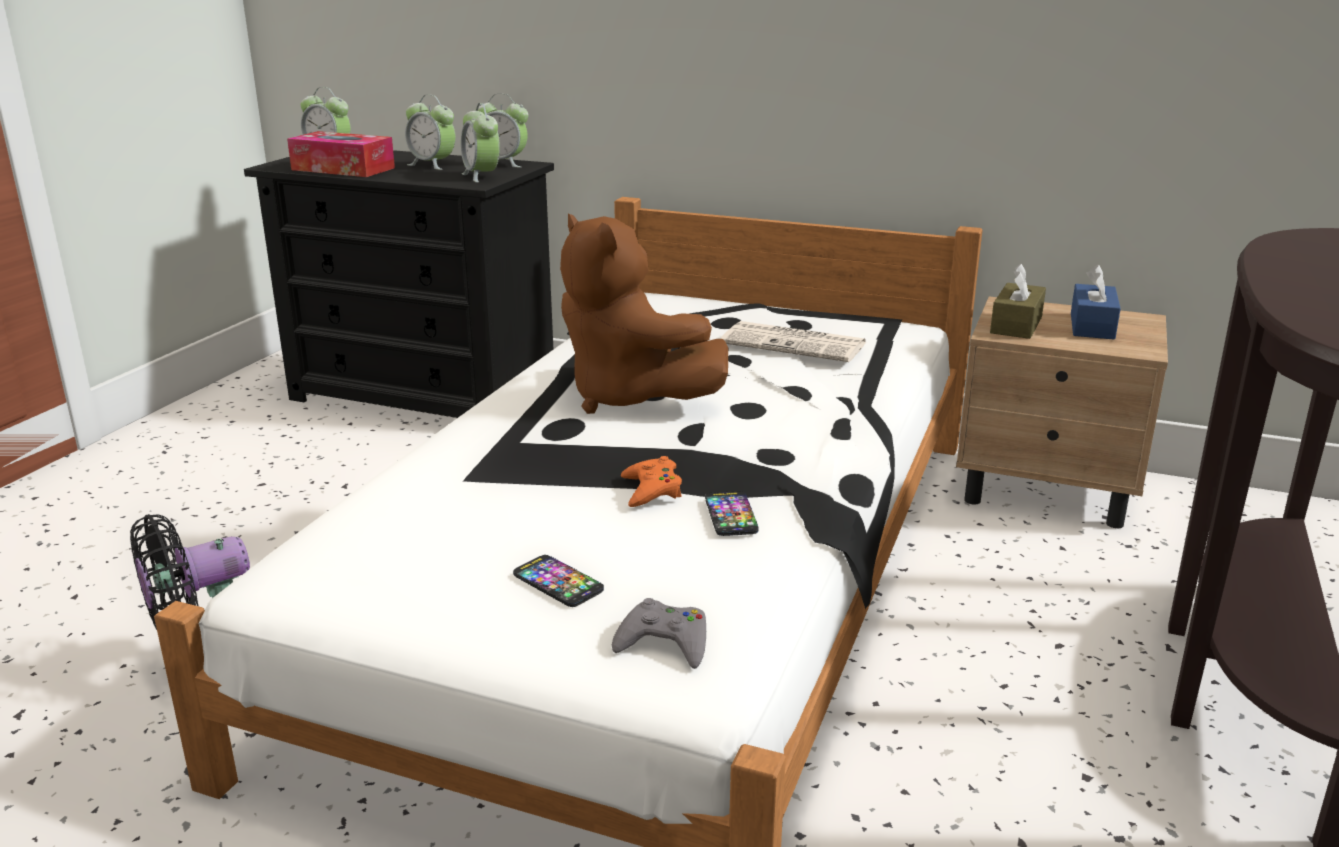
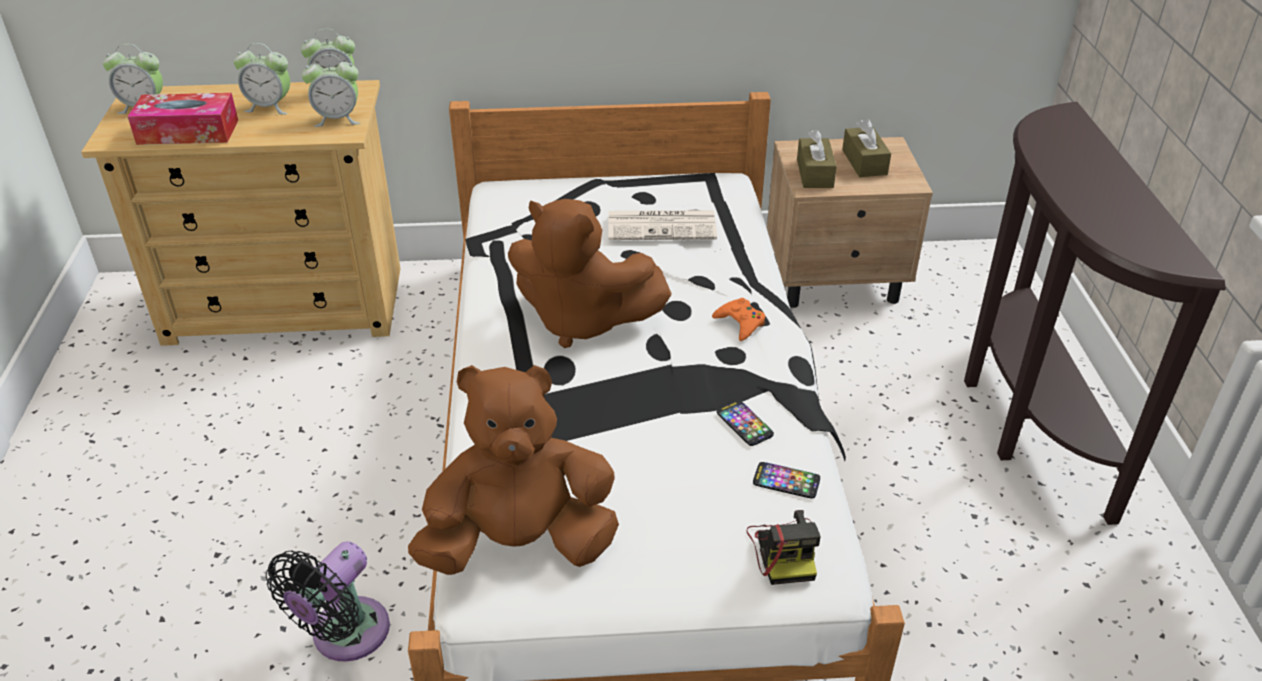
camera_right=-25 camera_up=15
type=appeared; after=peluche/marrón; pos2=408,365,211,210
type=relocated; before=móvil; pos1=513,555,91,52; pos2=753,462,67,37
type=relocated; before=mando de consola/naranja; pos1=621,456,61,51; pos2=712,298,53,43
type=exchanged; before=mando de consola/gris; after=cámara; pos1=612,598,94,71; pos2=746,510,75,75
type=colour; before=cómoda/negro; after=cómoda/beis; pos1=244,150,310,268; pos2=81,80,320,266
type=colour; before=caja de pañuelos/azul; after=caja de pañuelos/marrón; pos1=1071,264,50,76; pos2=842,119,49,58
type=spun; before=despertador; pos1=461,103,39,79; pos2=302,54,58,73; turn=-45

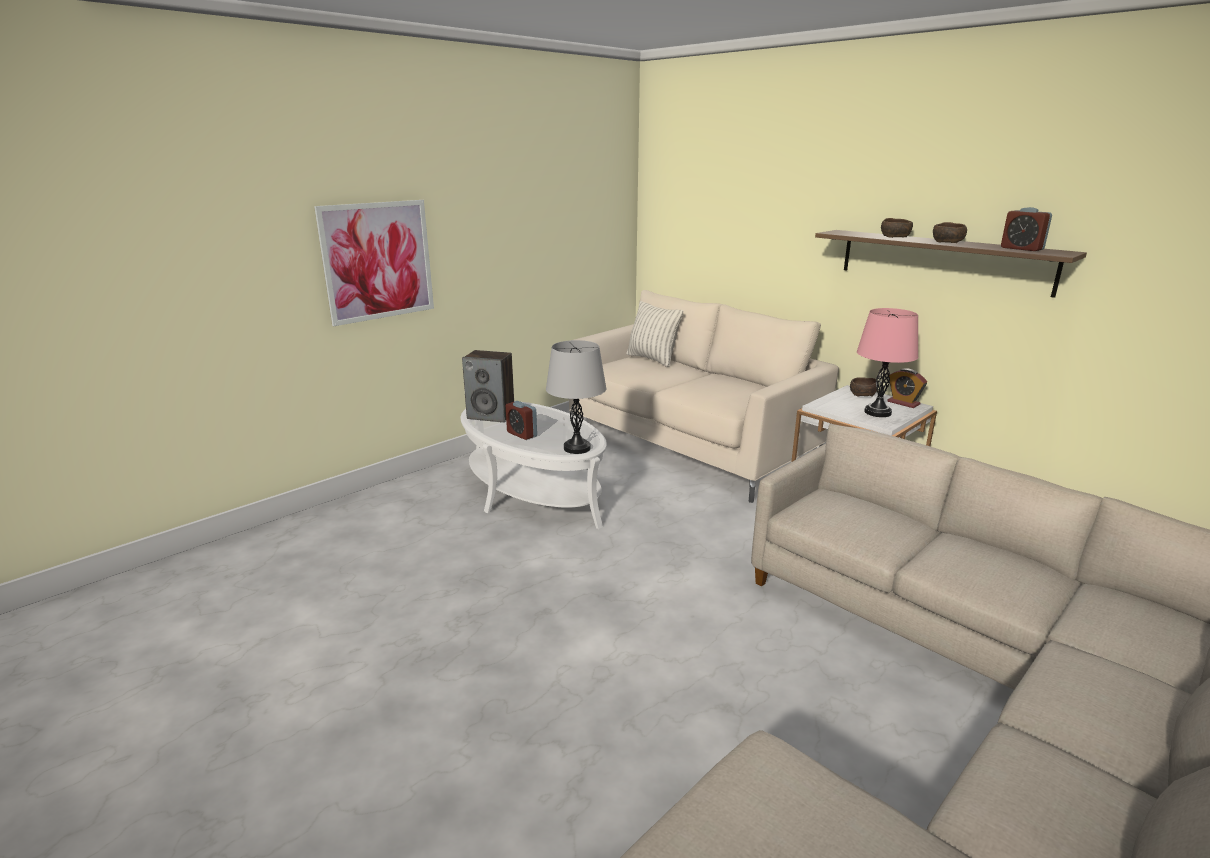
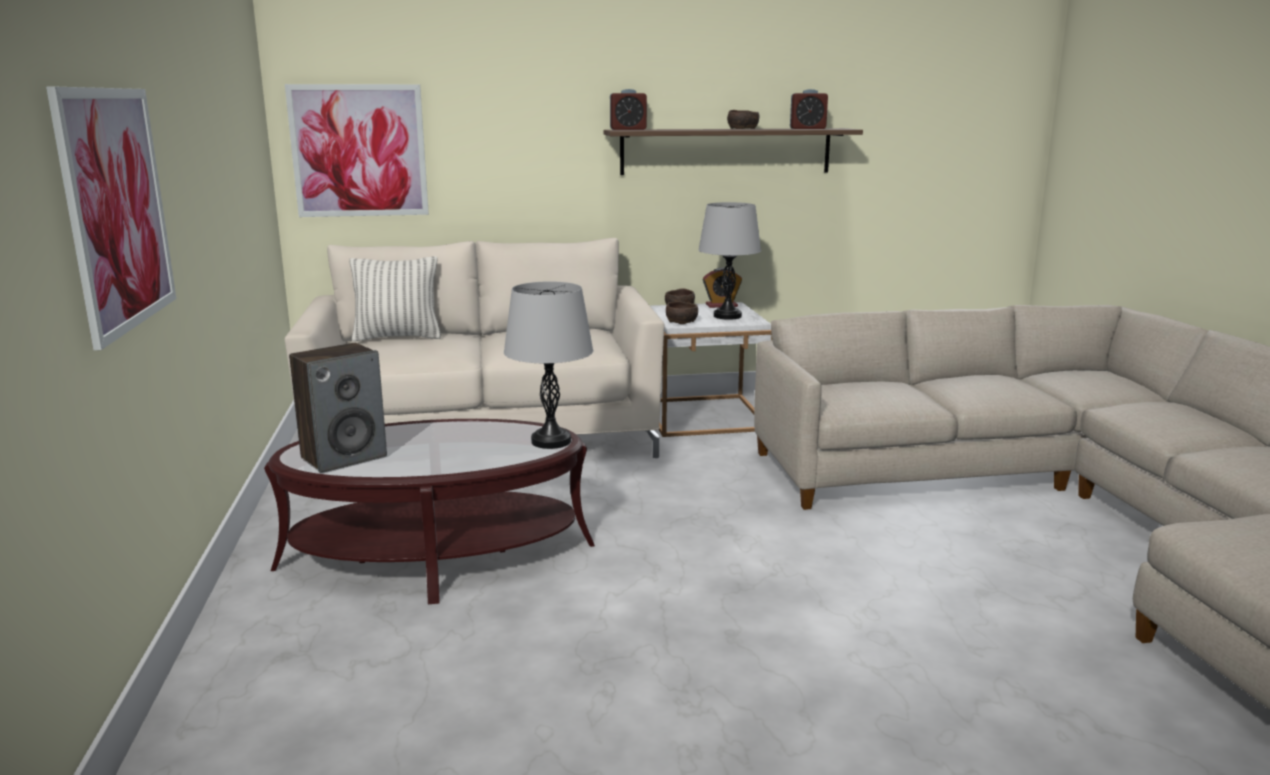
camera_right=-55 camera_up=-5
type=appeared; after=cuadro; pos2=285,84,144,133
type=relocated; before=despertador; pos1=506,401,31,39; pos2=610,89,37,41
type=relocated; before=cuenco/marrón; pos1=881,218,32,20; pos2=666,301,32,23
type=colour; before=mesa de centro/blanco; after=mesa de centro/marrón; pos1=461,402,146,127; pos2=264,419,331,185
type=colour; before=lámpara de mesa/rosa; after=lámpara de mesa/gris; pos1=857,308,62,109; pos2=698,202,63,118

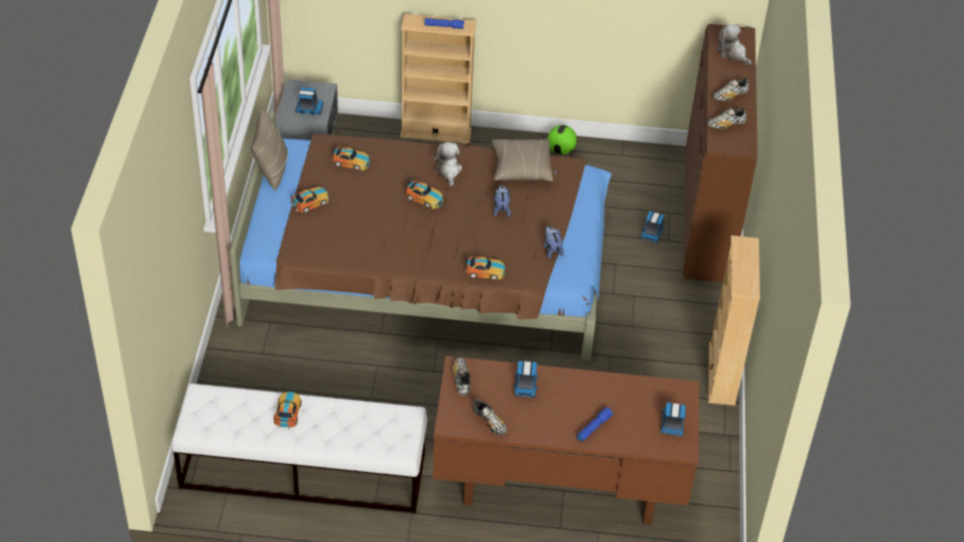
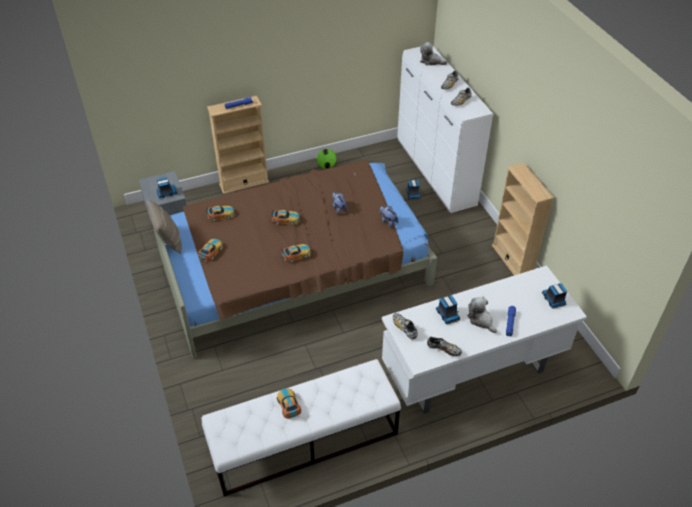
camera_right=-25 camera_up=0
type=missing; before=cojín/beis; pos1=492,139,61,42
type=relocated; before=peluche; pos1=433,142,29,45; pos2=467,296,30,37
type=relocated; before=coche de juguete; pos1=465,256,40,24; pos2=282,244,29,19
type=colour; before=escritorio/marrón; after=escritorio/blanco; pos1=433,356,267,169; pos2=382,265,205,149
type=colour; before=cómoda/marrón; after=cómoda/blanco; pos1=683,24,75,258; pos2=398,45,95,168

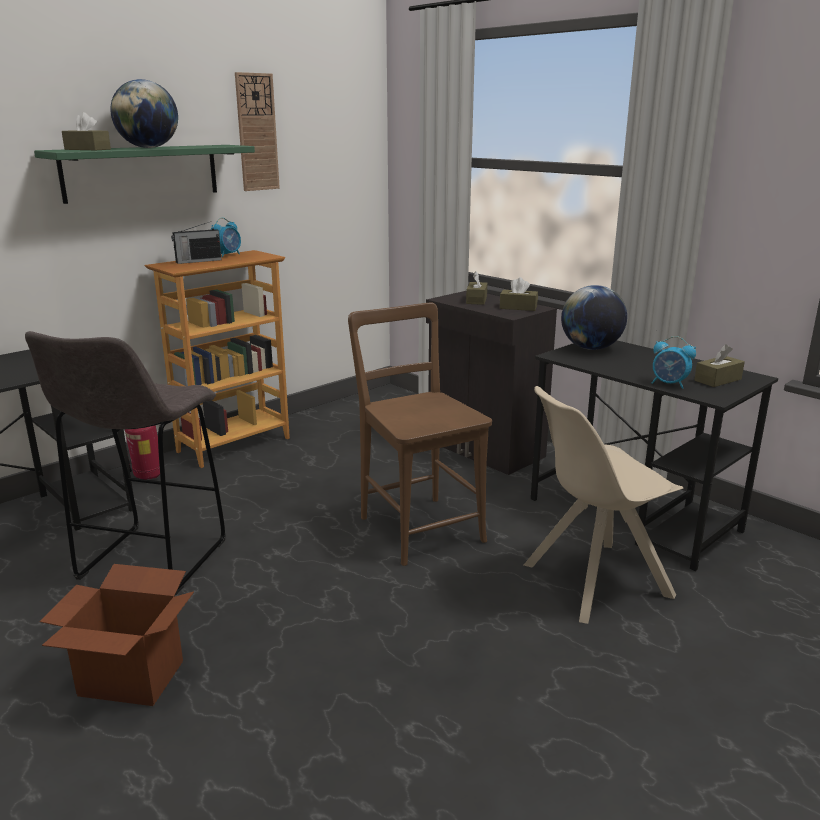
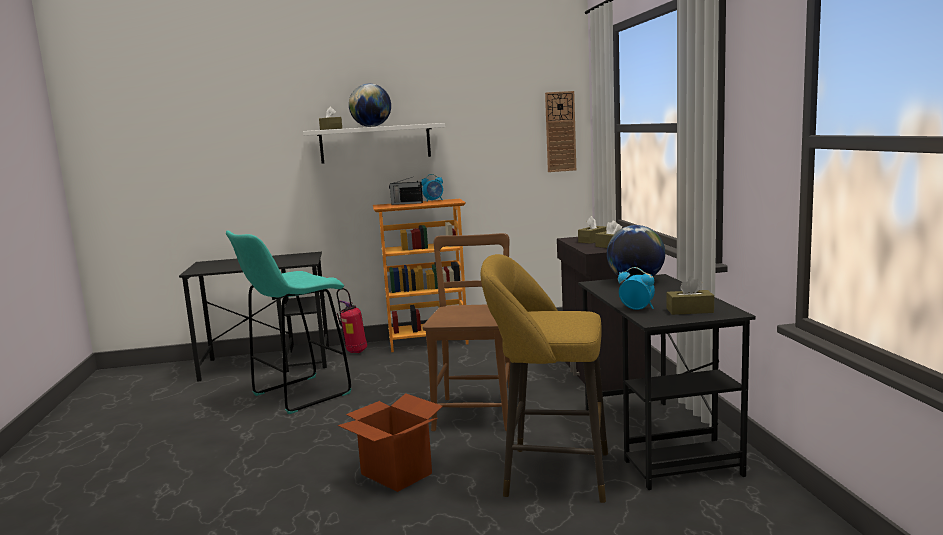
camera_right=35 camera_up=-10
type=relocated; before=caja de cartón; pos1=40,564,154,142; pos2=338,393,105,99
type=relocated; before=reloj de pared; pos1=235,72,45,119; pos2=545,91,31,81
type=exchanged; before=silla/beis; after=taburete/amarillo; pos1=524,386,160,238; pos2=481,254,127,249
type=colour; before=taburete/gris; after=taburete/turquesa; pos1=25,331,201,264; pos2=226,230,126,184
type=colour; before=estante/verde; after=estante/blanco; pos1=34,145,221,59; pos2=303,123,142,41
type=spun; before=despertador; pos1=652,336,44,53; pos2=618,267,37,43; turn=150

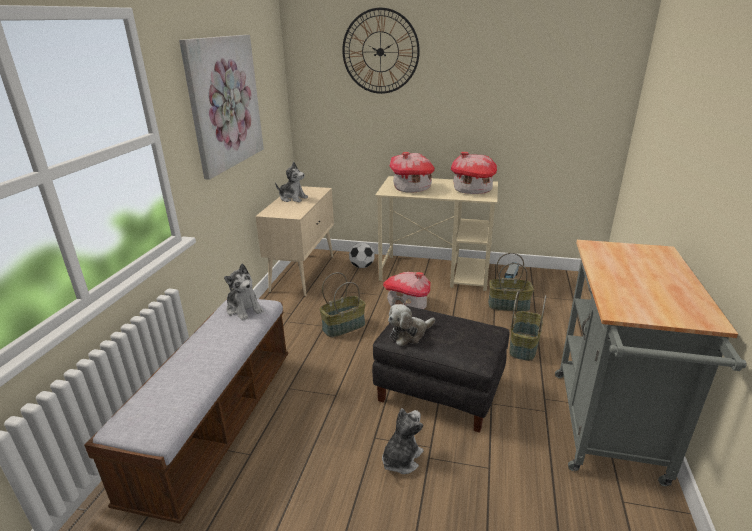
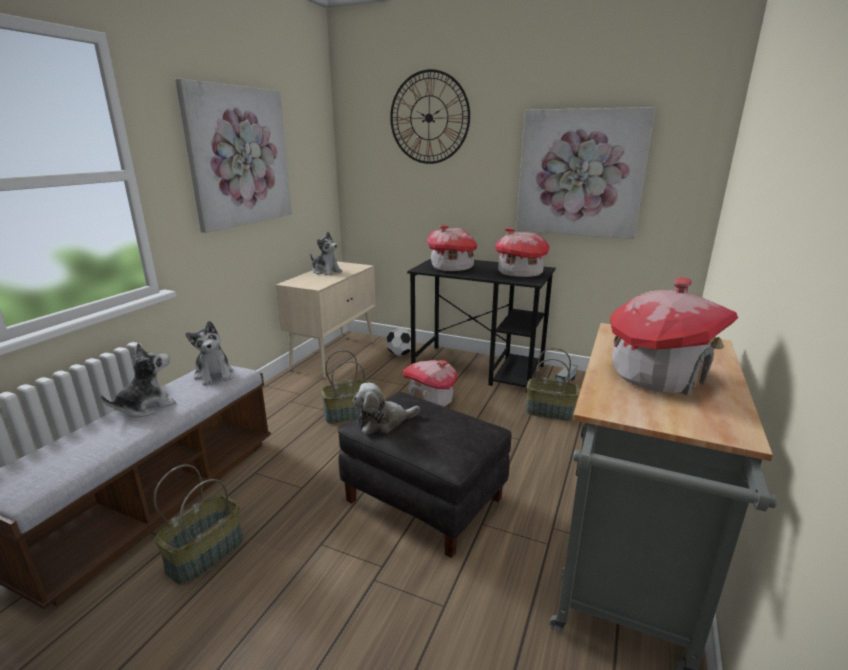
camera_right=10 camera_up=-5
type=appeared; after=cuadro; pos2=516,107,139,132
type=appeared; after=casita; pos2=610,277,128,118
type=relocated; before=peluche; pos1=382,408,42,66; pos2=101,343,75,74
type=relocated; before=cesta; pos1=509,291,37,70; pos2=154,464,90,121
type=colour; before=escritorio/beis; after=escritorio/negro; pos1=375,176,123,115; pos2=407,259,149,134

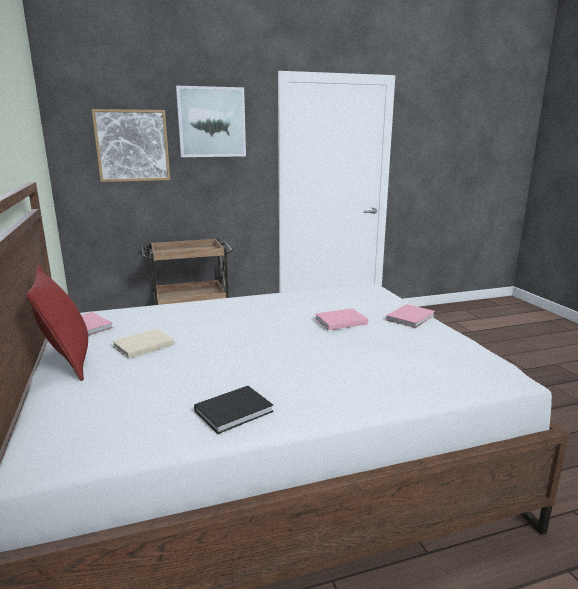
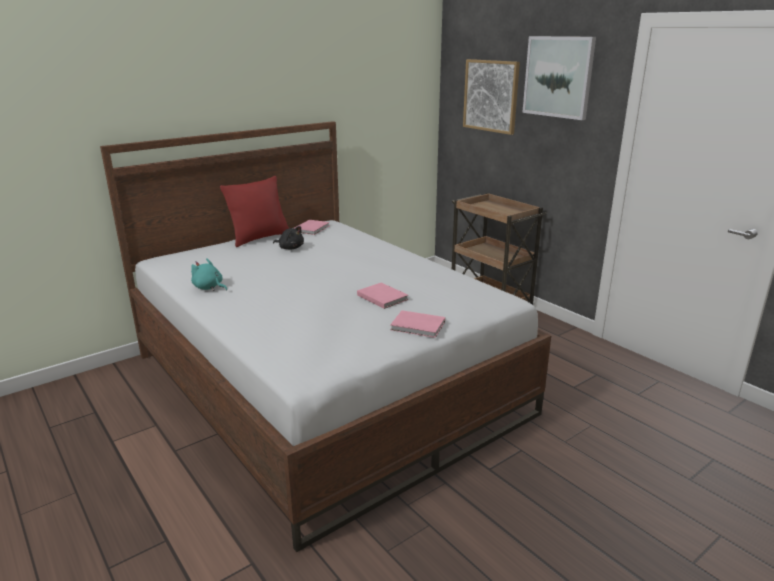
camera_right=70 camera_up=5
type=exchanged; before=libro/beis; after=peluche/negro; pos1=112,329,62,30; pos2=273,226,31,24
type=exchanged; before=libro/negro; after=peluche/turquesa; pos1=194,386,80,48; pos2=191,258,36,33

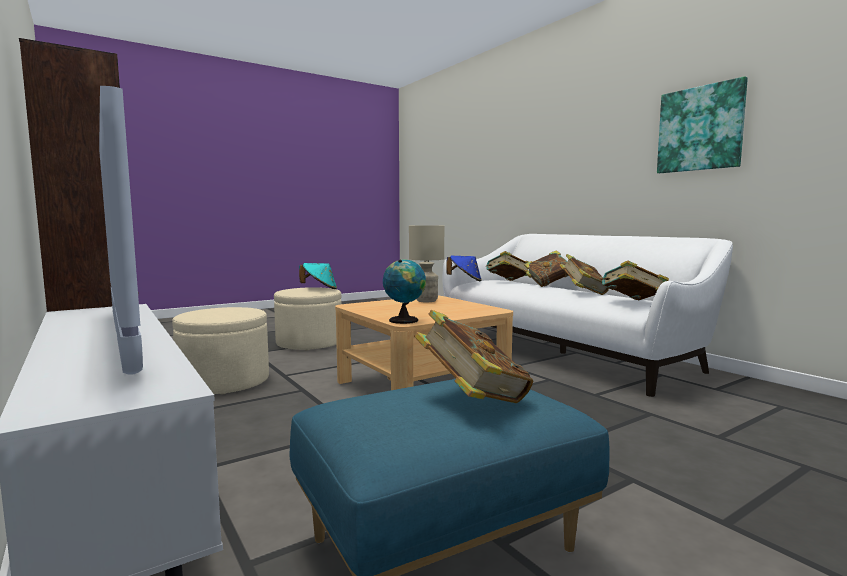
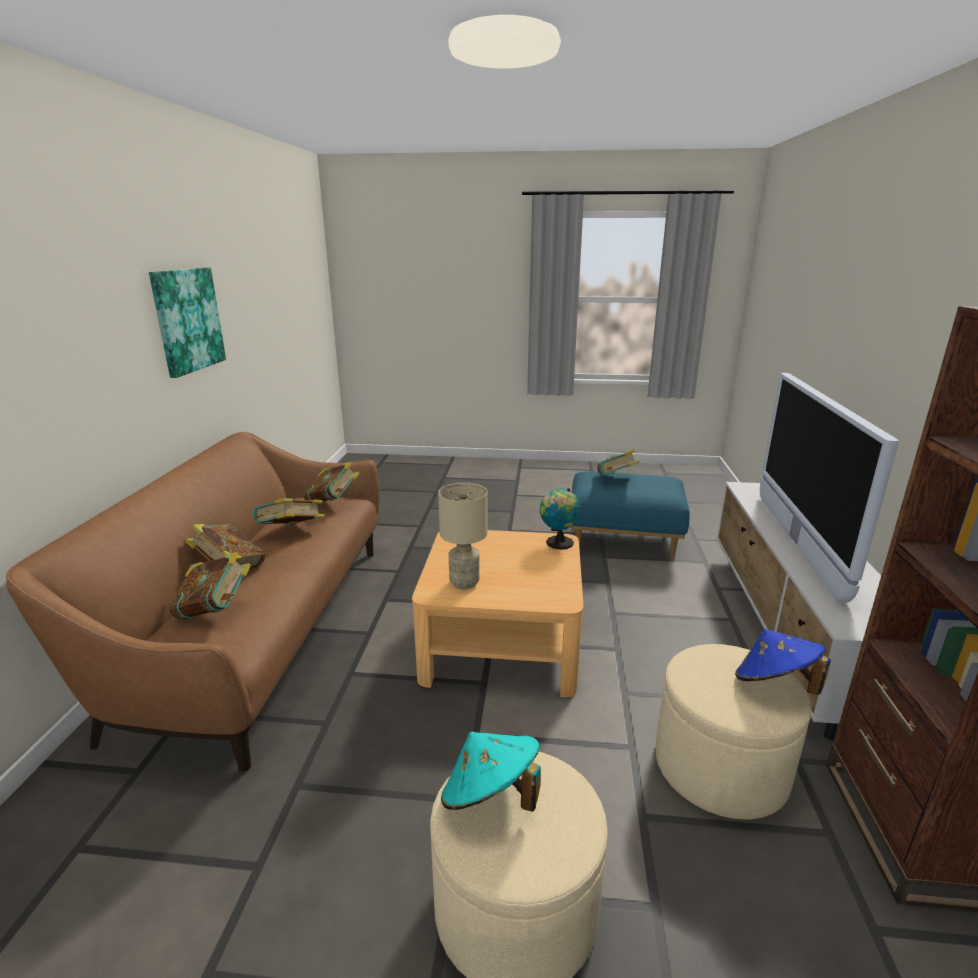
camera_right=-140 camera_up=15
type=relocated; before=sombrero/azul; pos1=446,255,36,26; pos2=735,629,96,66
type=colour; before=sofá/blanco; after=sofá/marrón; pos1=443,234,290,163; pos2=6,432,374,340

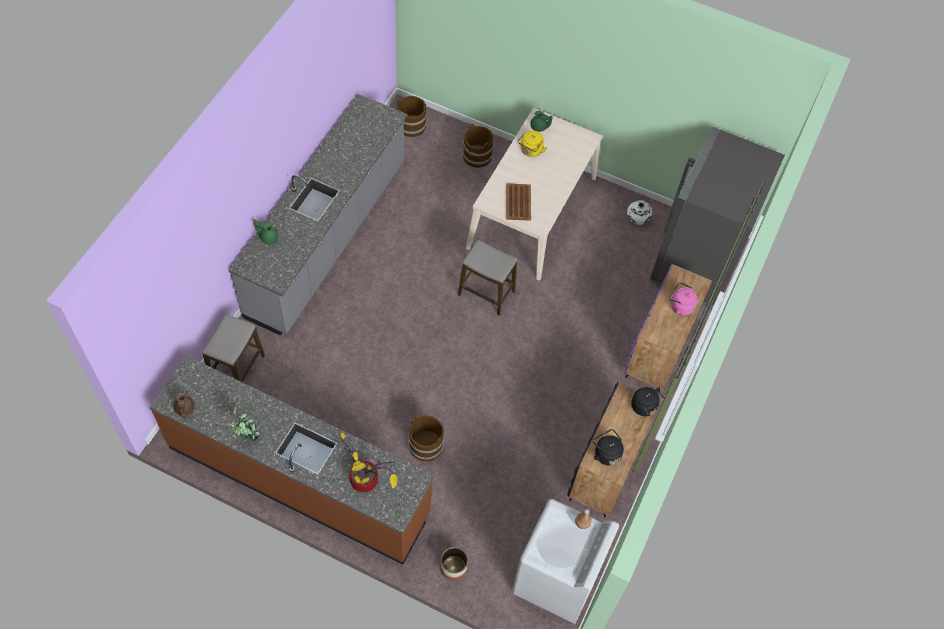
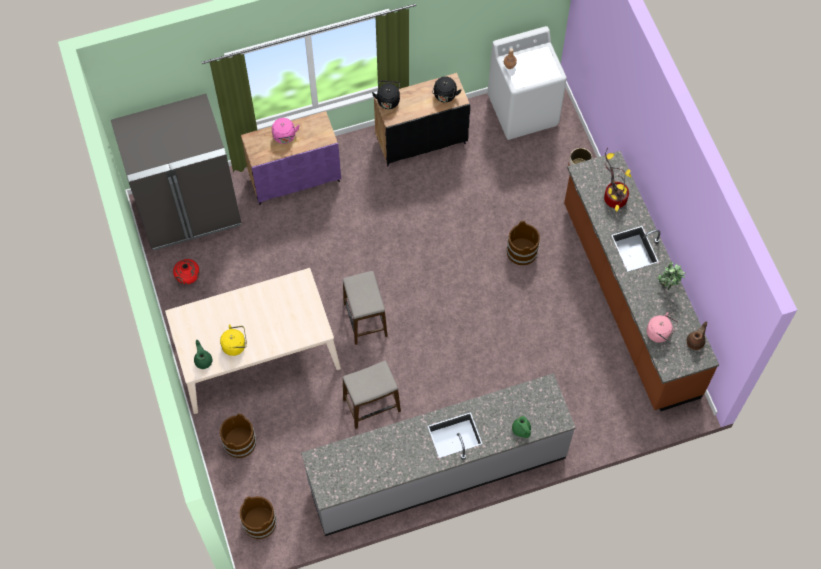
camera_right=-130 camera_up=5
type=missing; before=bandeja/marrón; pos1=506,183,25,38
type=appeared; after=hervidor/rosa; pos2=647,312,31,31
type=relocated; before=taburete; pos1=202,314,63,68; pos2=343,361,58,68
type=colour; before=florero/blanco; after=florero/rojo; pos1=627,200,25,25; pos2=173,259,26,25

